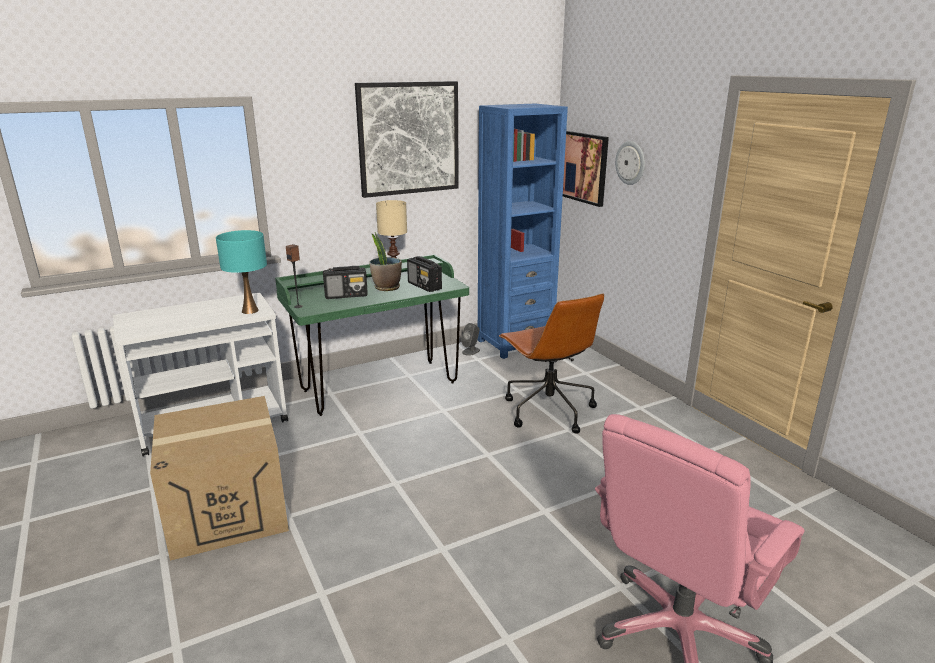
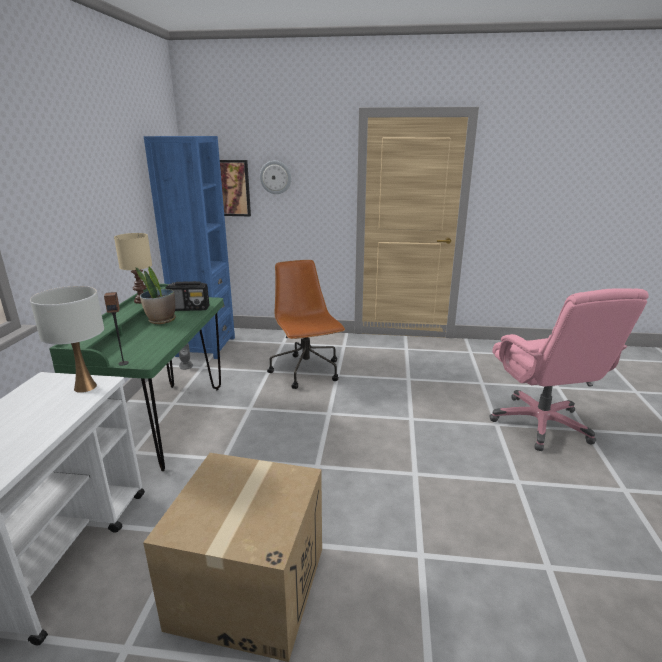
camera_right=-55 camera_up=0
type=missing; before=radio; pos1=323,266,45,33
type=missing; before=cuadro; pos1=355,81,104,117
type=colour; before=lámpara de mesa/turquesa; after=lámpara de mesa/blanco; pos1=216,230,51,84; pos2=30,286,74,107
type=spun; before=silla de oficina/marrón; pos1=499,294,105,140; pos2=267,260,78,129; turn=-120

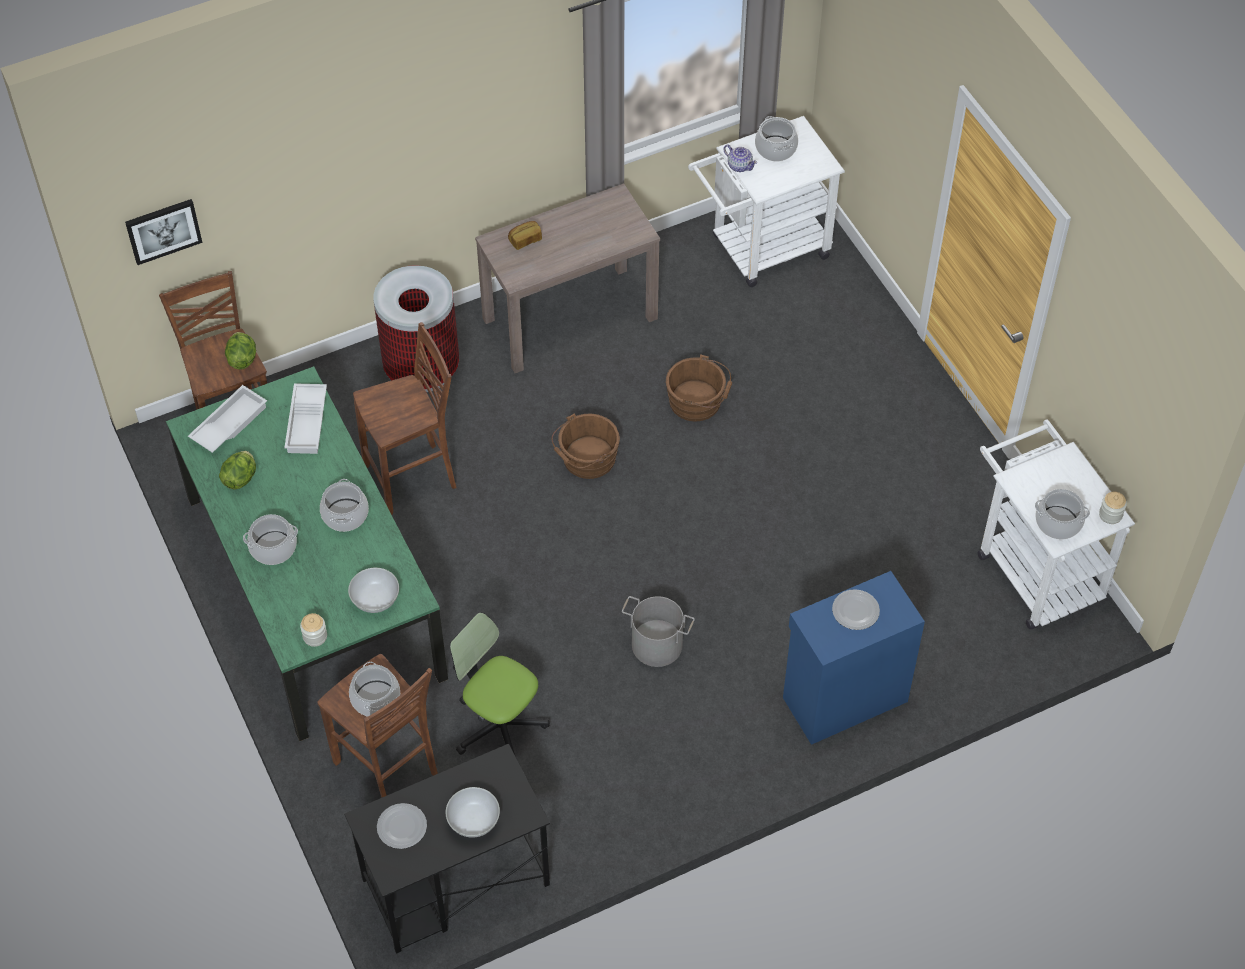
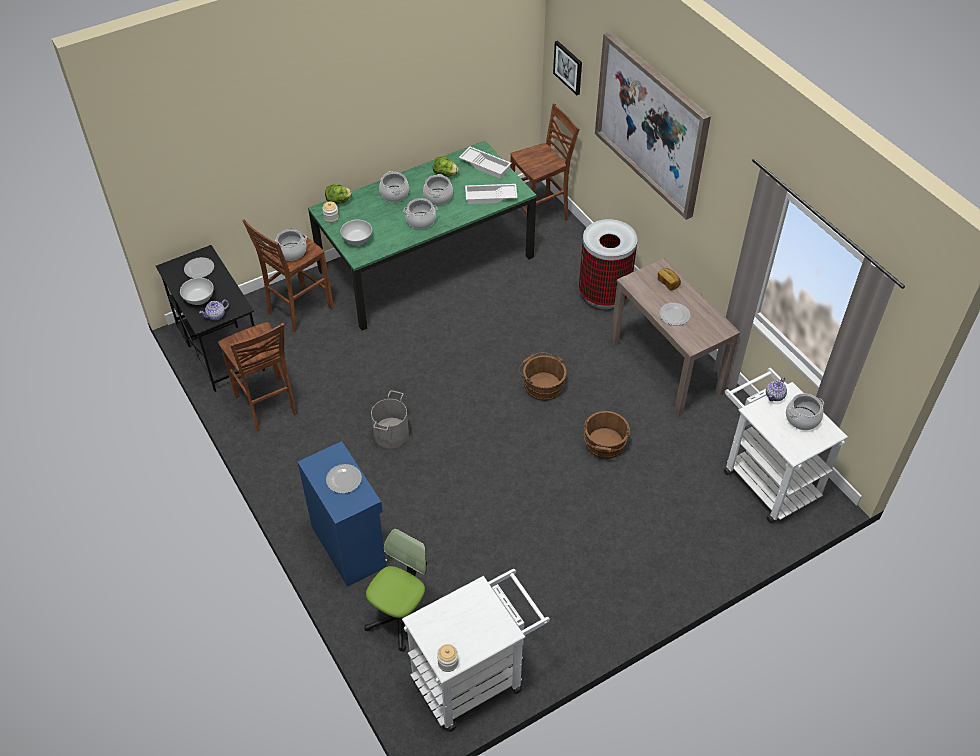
camera_right=85 camera_up=-5
type=appeared; after=tetera; pos2=199,300,30,20
type=appeared; after=cuadro; pos2=595,31,116,189
type=appeared; after=plato; pos2=659,303,31,22
type=relocated; before=lechuga; pos1=225,332,31,38; pos2=325,184,27,20
type=relocated; before=taburete/marrón; pos1=353,322,104,193; pos2=218,322,79,109
type=relocated; before=silla de oficina; pos1=450,612,100,143; pos2=364,528,63,124
type=relocated; before=olla; pos1=1035,489,55,50; pos2=423,174,30,31

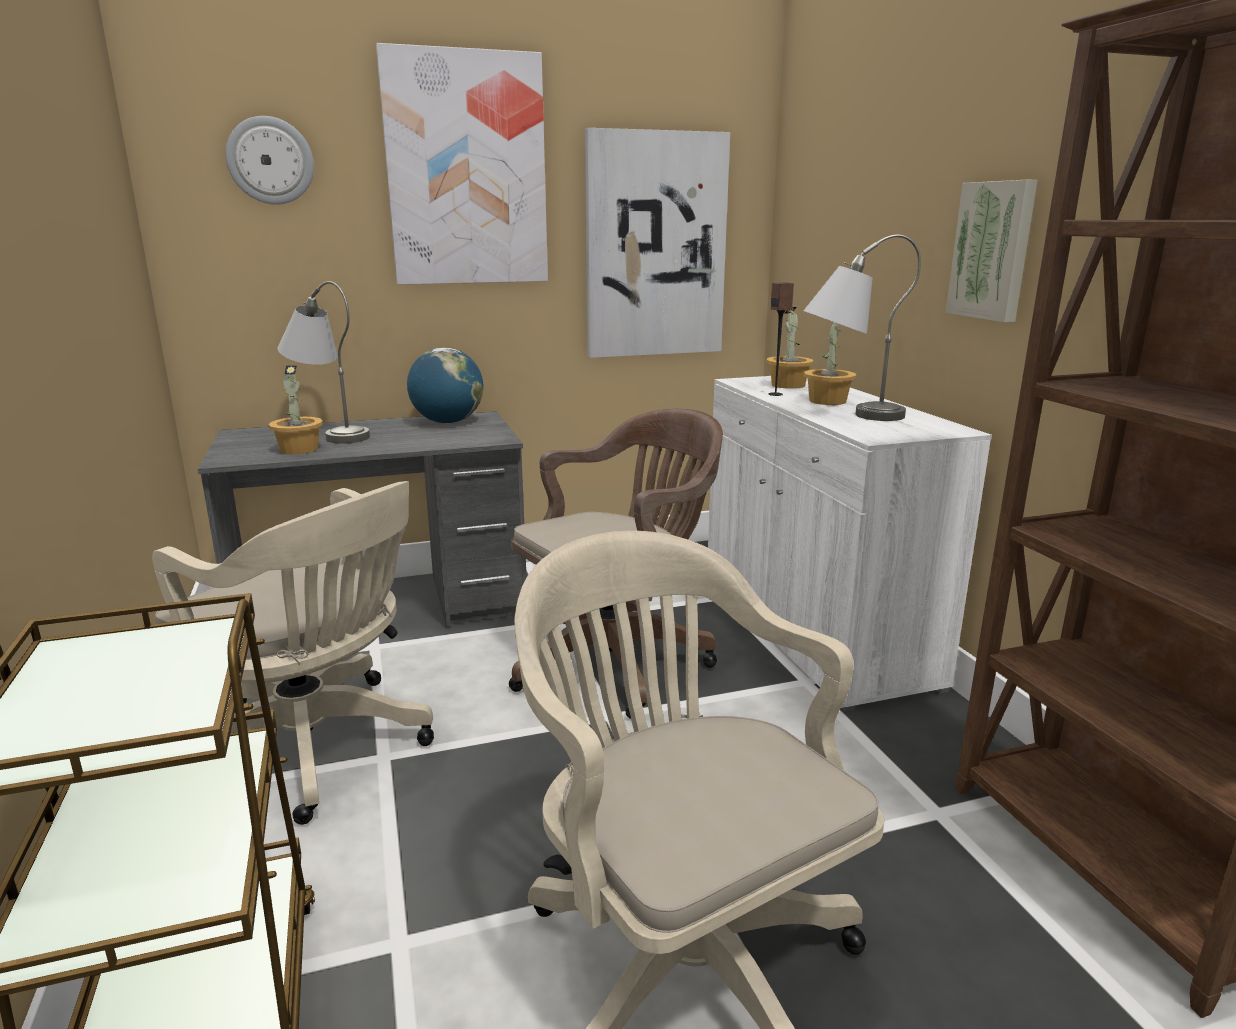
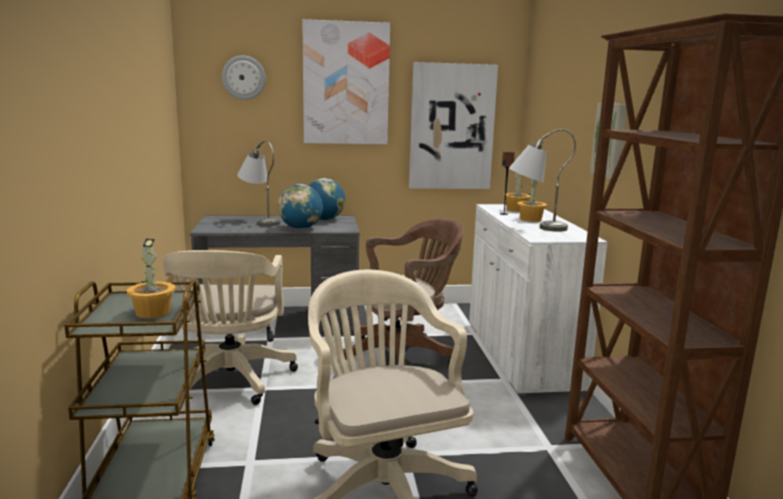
camera_right=10 camera_up=-5
type=appeared; after=globo terráqueo; pos2=278,184,45,45
type=relocated; before=planta en maceta; pos1=269,366,54,88; pos2=127,239,48,79
type=spun; before=silla de oficina/beis; pos1=152,481,282,344; pos2=163,250,135,155; turn=45

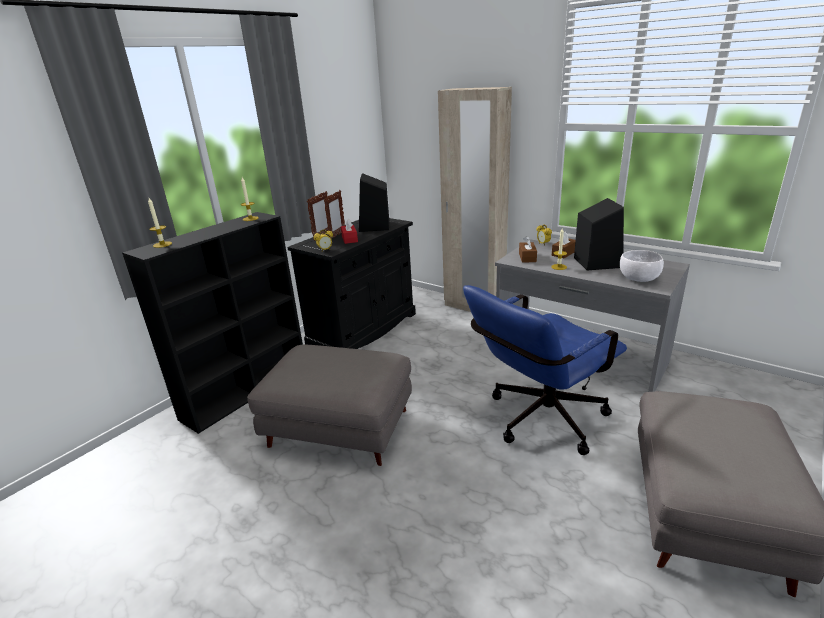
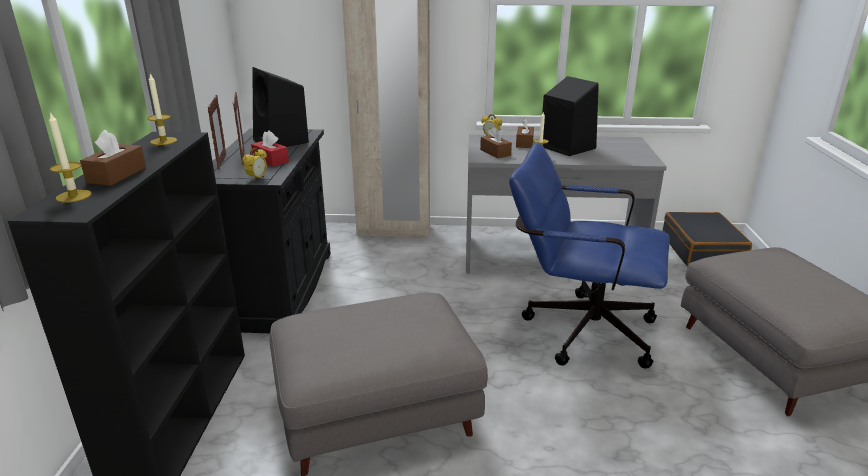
camera_right=-35 camera_up=0
type=missing; before=cuenco/blanco; pos1=620,250,44,32
type=appeared; after=caja de pañuelos/marrón; pos2=80,130,66,56
type=appeared; after=maleta/negro; pos2=663,212,89,55
type=spun; before=silla de oficina/azul; pos1=463,285,164,170; pos2=509,142,161,227; turn=90

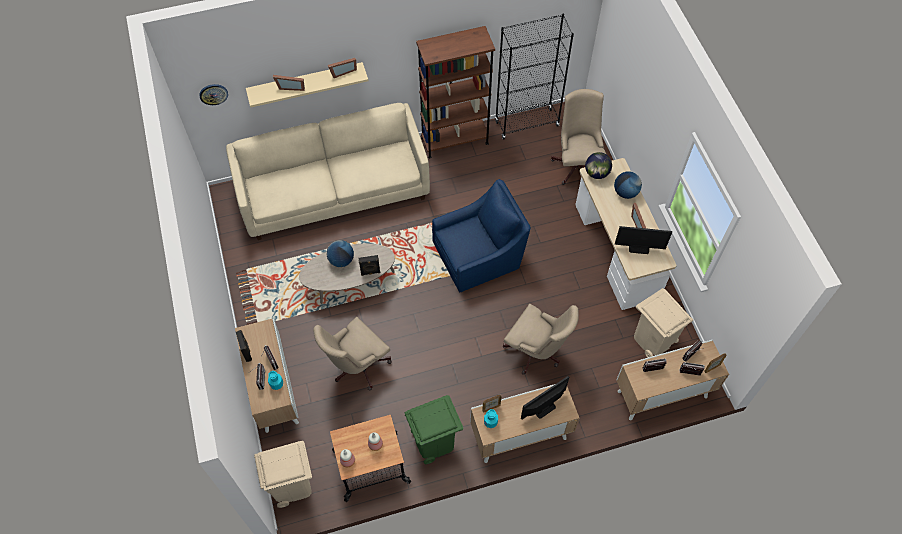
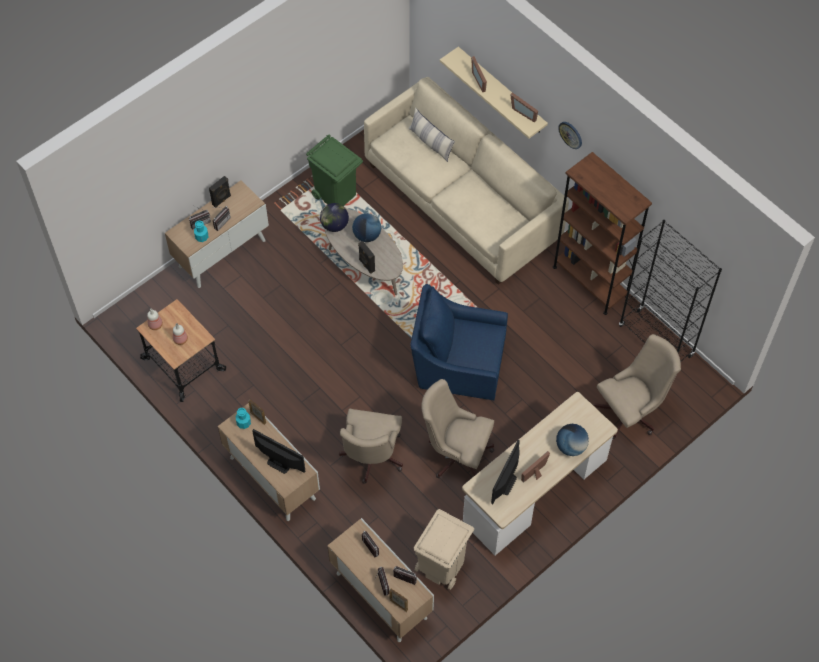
camera_right=65 camera_up=0
type=missing; before=papelera/beis; pos1=254,441,58,67
type=appeared; after=cojín; pos2=408,108,47,54
type=relocated; before=reloj de pared; pos1=199,84,29,21; pos2=558,122,24,27
type=relocated; before=silla de oficina/beis; pos1=313,317,79,74; pos2=421,379,73,99
type=relocated; before=papelera/verde; pos1=404,395,59,69; pos2=306,134,57,72
type=relocated; before=globo terráqueo; pos1=585,152,27,27; pos2=320,203,29,29
type=spun; before=sillón/azul; pos1=432,179,99,114; pos2=410,284,98,116; turn=150
type=spun; before=monitor; pos1=615,226,57,28; pos2=491,440,29,64; turn=45

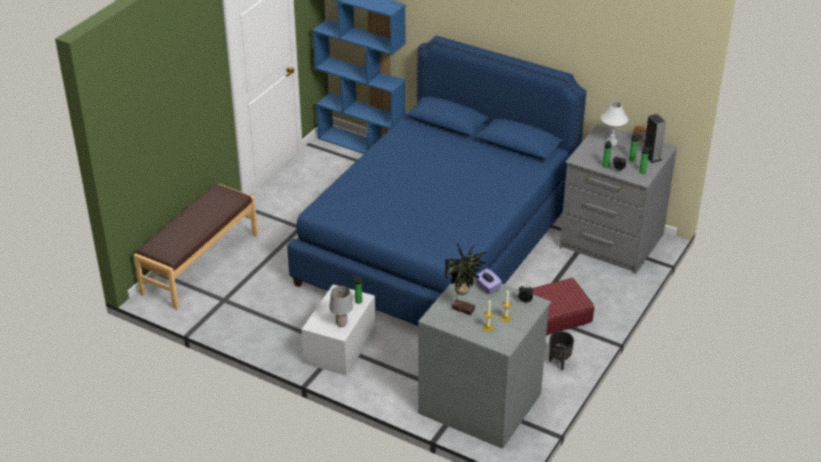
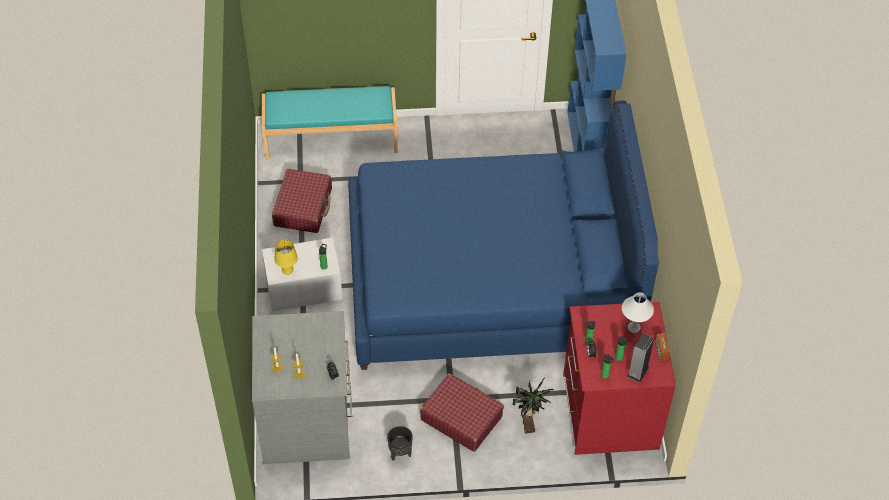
camera_right=55 camera_up=15
type=missing; before=caja de pañuelos/morado; pos1=475,268,27,26
type=appeared; after=maleta/rojo; pos2=272,169,60,64
type=relocated; before=planta en maceta; pos1=445,243,41,72; pos2=513,378,41,56
type=colour; before=banco/marrón; after=banco/turquesa; pos1=133,184,125,126; pos2=262,86,136,73
type=colour; before=lámpara de mesa/gris; after=lámpara de mesa/amarillo; pos1=329,286,24,41; pos2=274,239,24,36
type=colour; before=cómoda/gris; after=cómoda/rojo; pos1=560,124,117,150; pos2=563,302,113,153

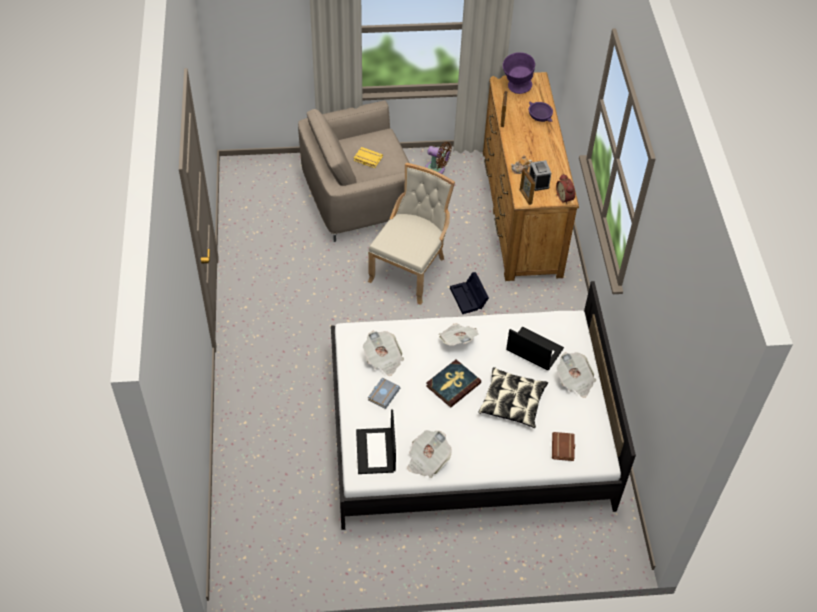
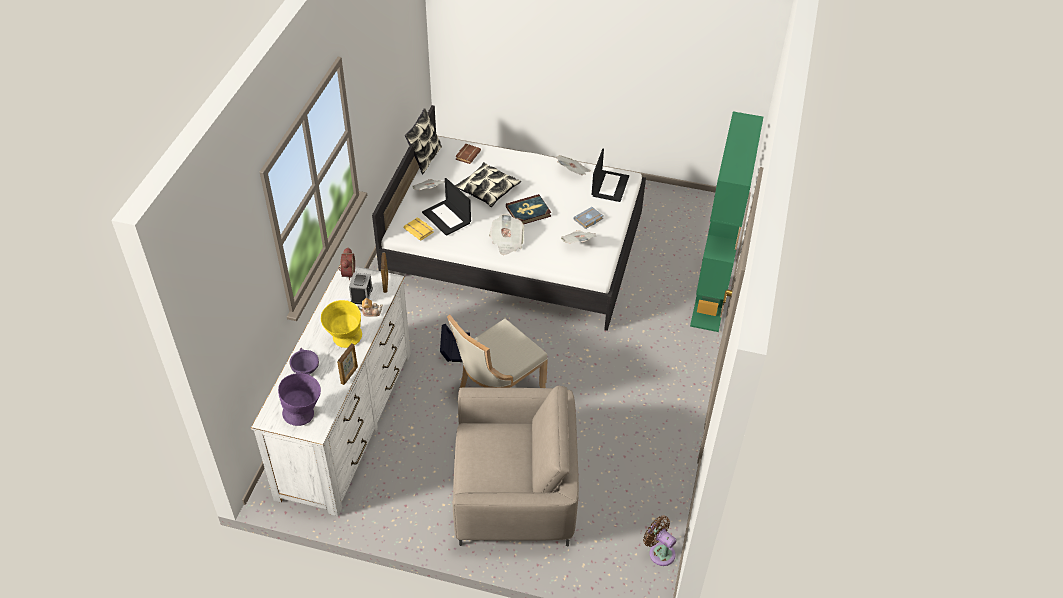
camera_right=-160 camera_up=-5
type=appeared; after=cuenco/amarillo; pos2=321,300,41,48
type=appeared; after=cojín; pos2=405,108,37,66
type=appeared; after=estantería/verde; pos2=690,111,73,221
type=relocated; before=libro/amarillo; pos1=354,147,29,21; pos2=404,217,30,24
type=relocated; before=ventilador/marrón; pos1=425,142,27,32; pos2=643,516,33,50
type=colour; before=cómoda/marrón; after=cómoda/blanco; pos1=483,72,96,209; pos2=251,264,160,252

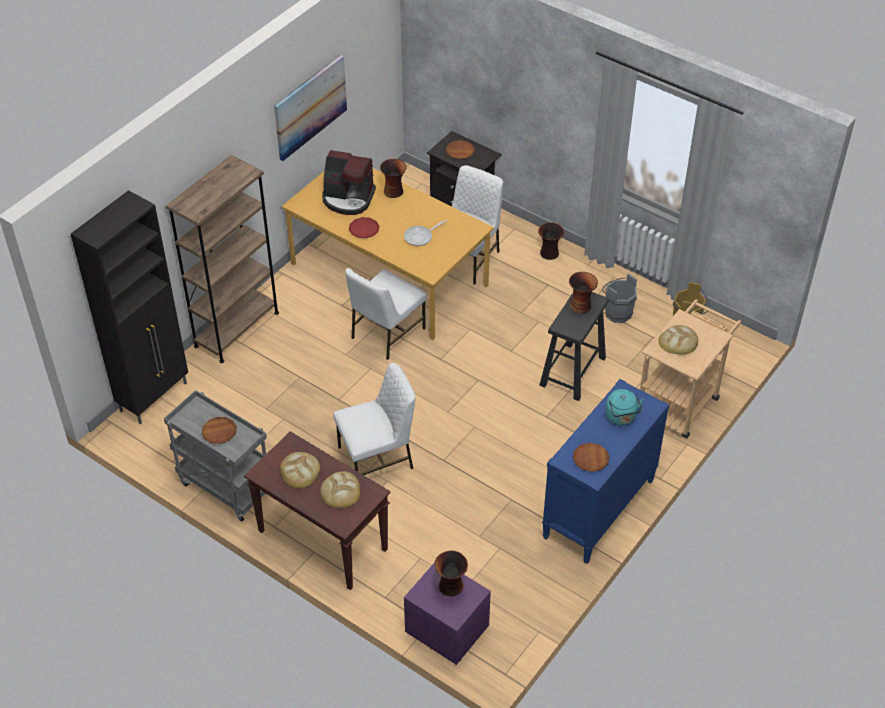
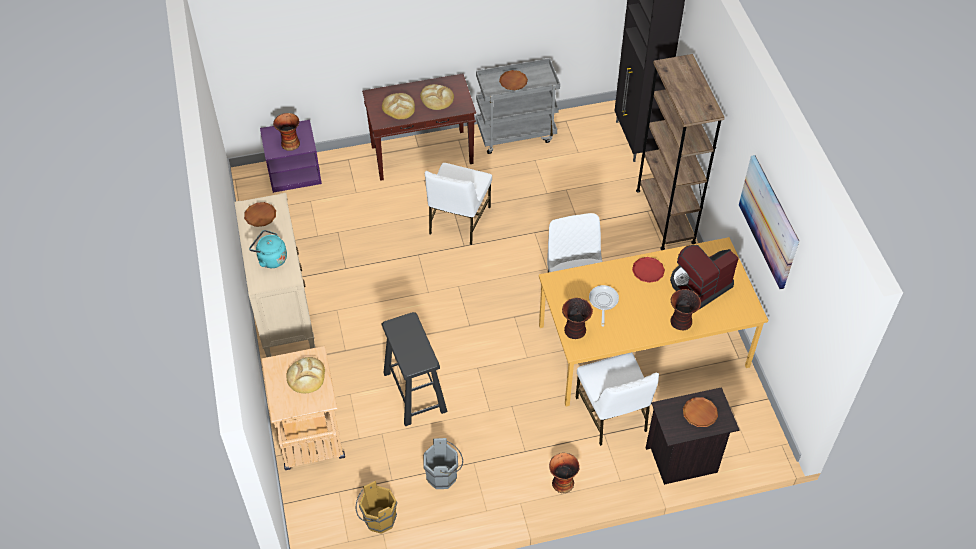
camera_right=130 camera_up=5
type=relocated; before=florero; pos1=569,272,29,42; pos2=562,298,31,41
type=colour; before=cómoda/azul; after=cómoda/beis; pos1=542,379,127,185; pos2=234,193,81,164

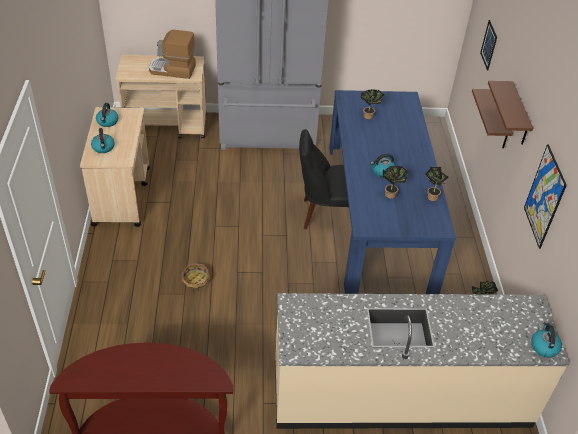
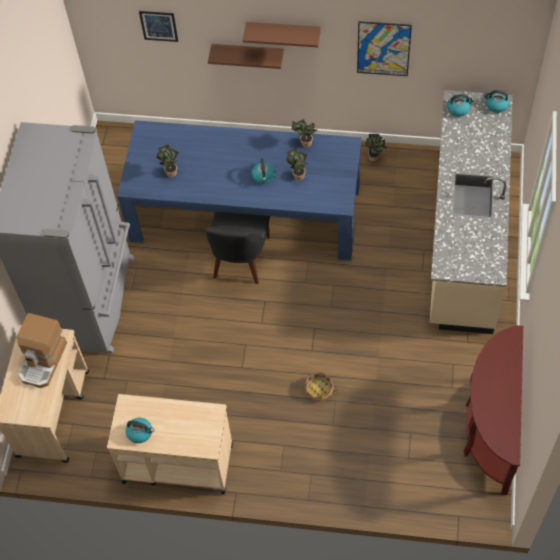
camera_right=-75 camera_up=15
type=relocated; before=hervidor; pos1=91,128,24,25; pos2=447,94,28,23

